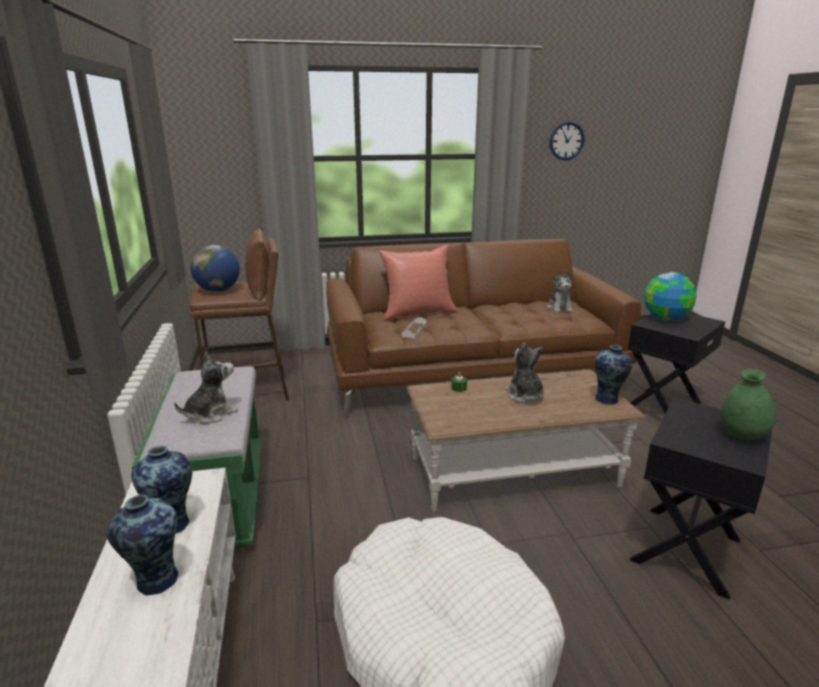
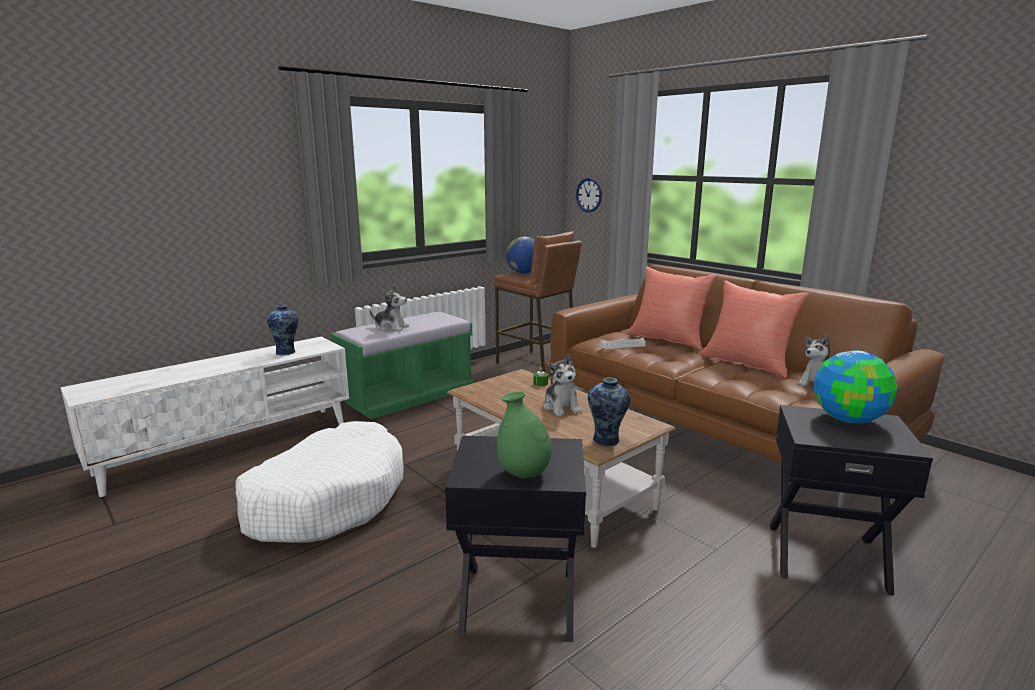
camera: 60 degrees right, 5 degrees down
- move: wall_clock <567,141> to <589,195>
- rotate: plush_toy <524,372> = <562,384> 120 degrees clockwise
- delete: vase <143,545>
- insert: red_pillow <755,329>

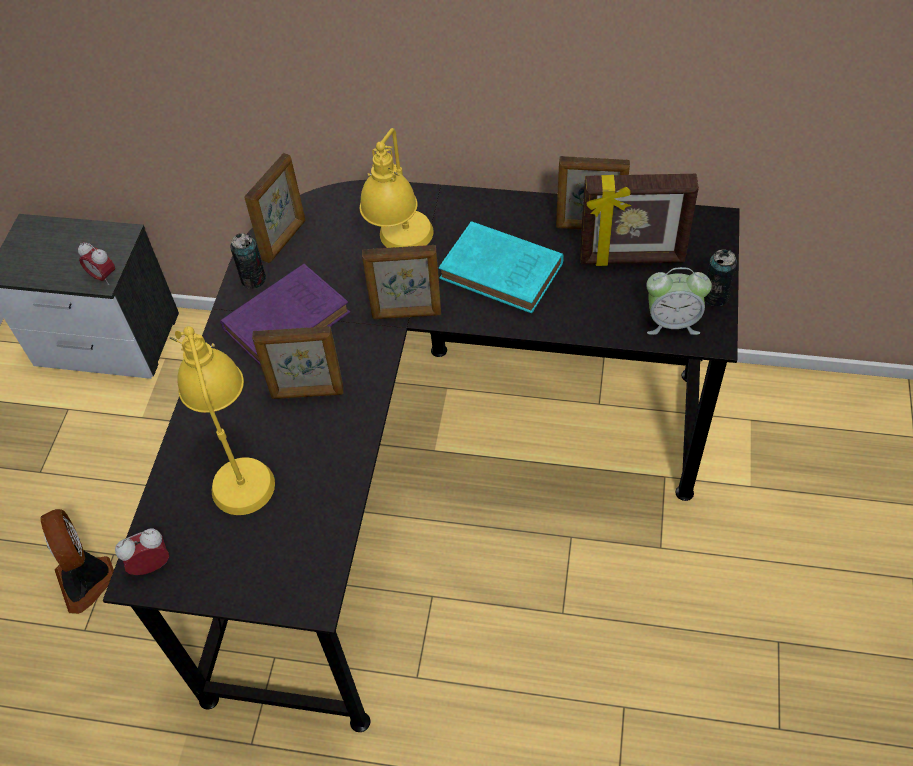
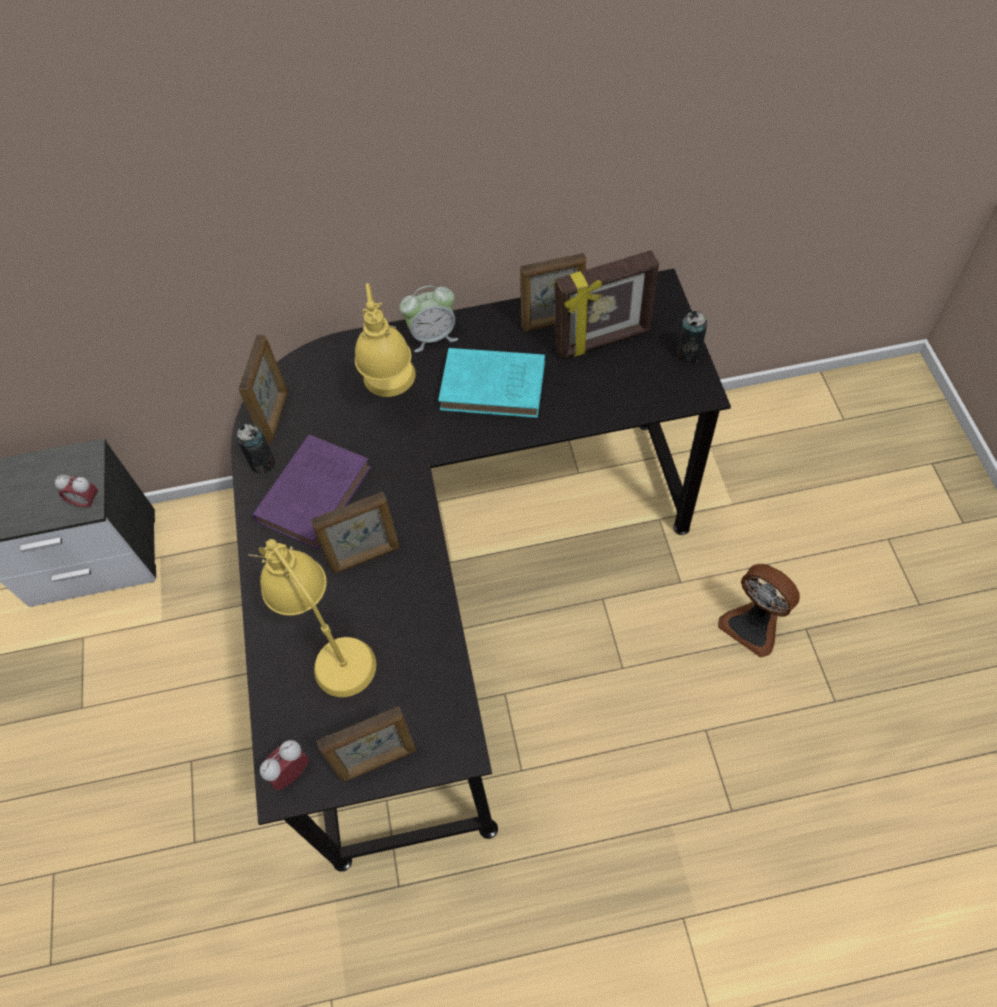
camera: 20 degrees left, 5 degrees up
- move: picture_frame <401,282> to <366,744>
- move: alarm_clock <679,301> to <429,319>
- move: fan <77,561> to <759,611>

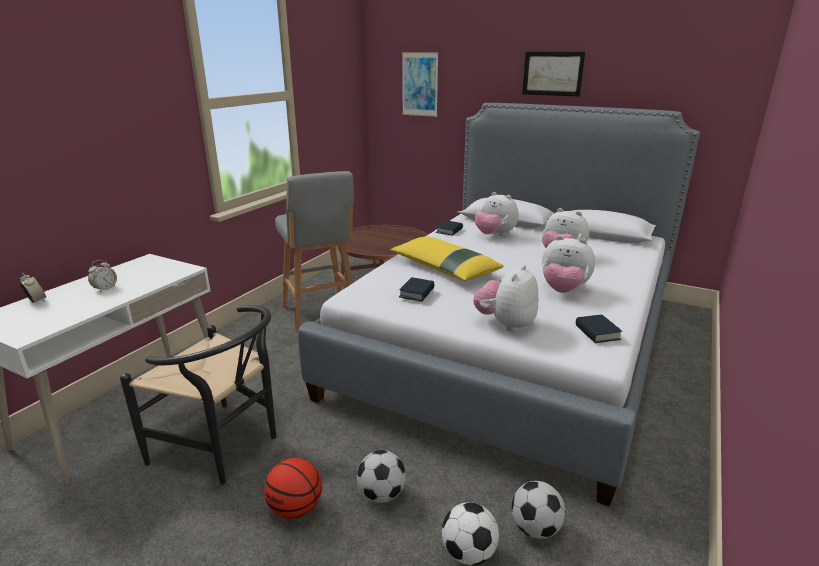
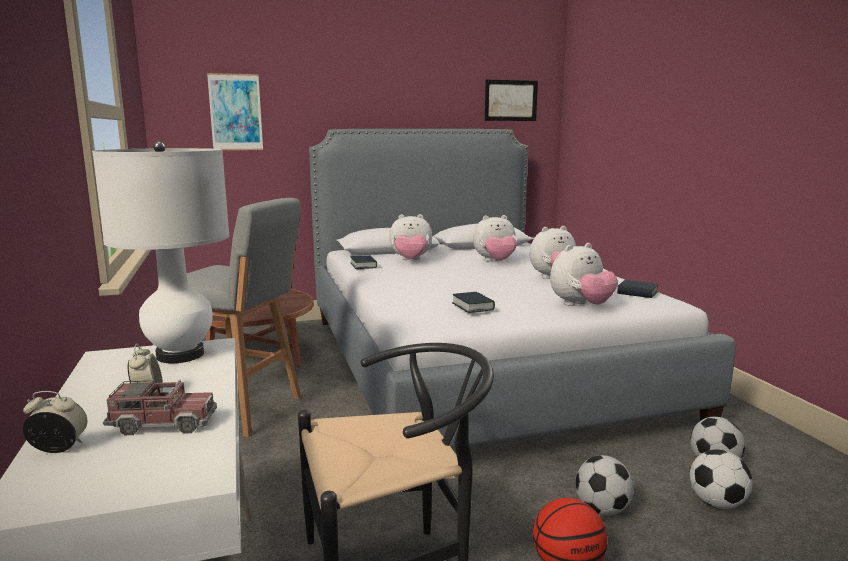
camera: 45 degrees left, 10 degrees down
- move: picture <553,74> to <511,100>
- delete: yellow_pillow <447,258>
- rotate: plush_toy <505,298> = <584,274> 105 degrees counterclockwise
- insert: white_table_lamp <160,252>
- insert: toy_truck <160,407>

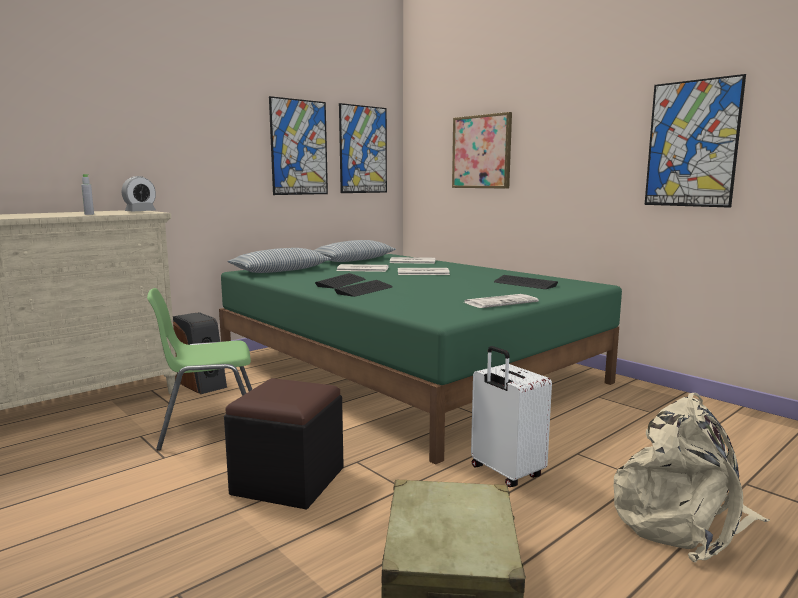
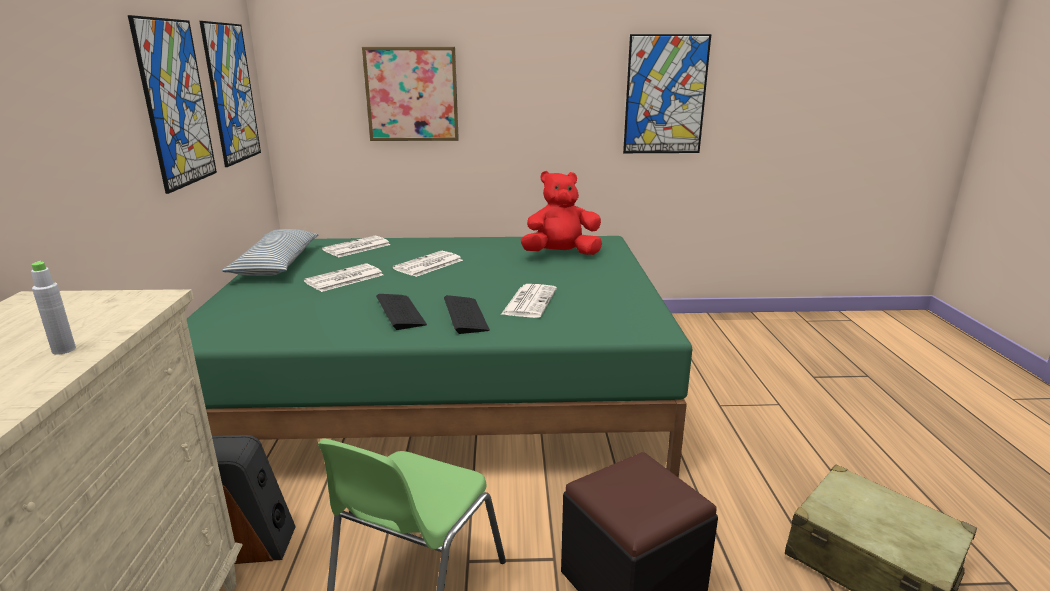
camera: 50 degrees left, 10 degrees up
- delete: alarm_clock <139,193>
- delete: pillow <279,260>
- replace: keyboard <526,282> to red_plush_toy <561,213>
- move: newspaper <501,301> to <529,301>
- delete: white_suitcase <511,416>
- delete: beige_backpack <691,477>

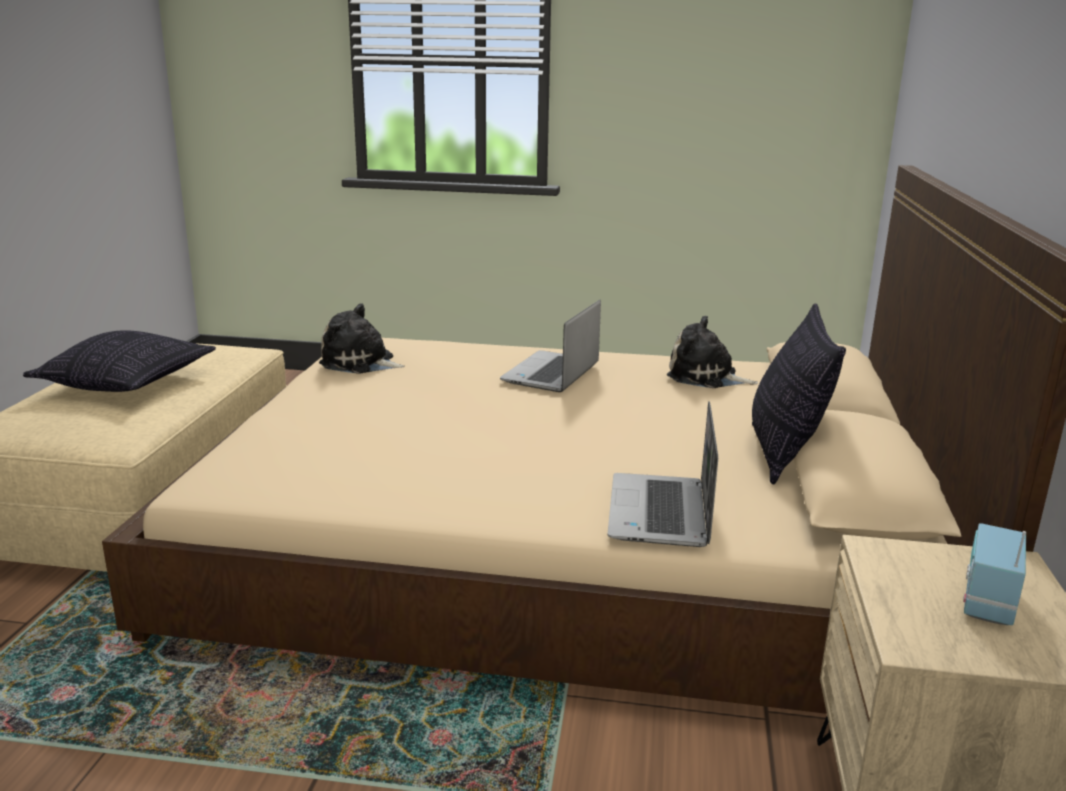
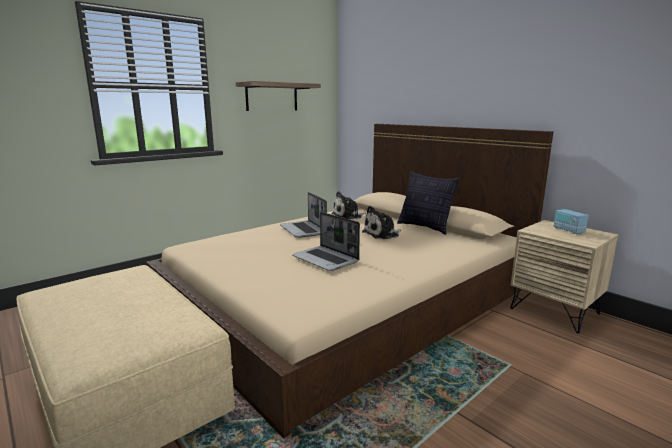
camera: 50 degrees left, 5 degrees down
- move: plush_toy <361,338> to <381,222>
- delete: pillow <119,361>
- move: laptop <663,474> to <326,241>
- insert: shelf <278,96>

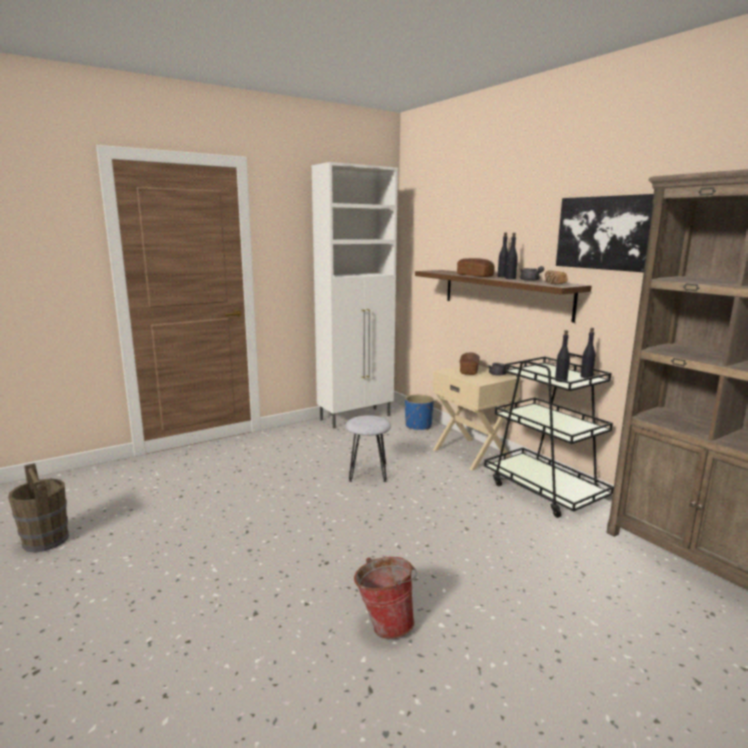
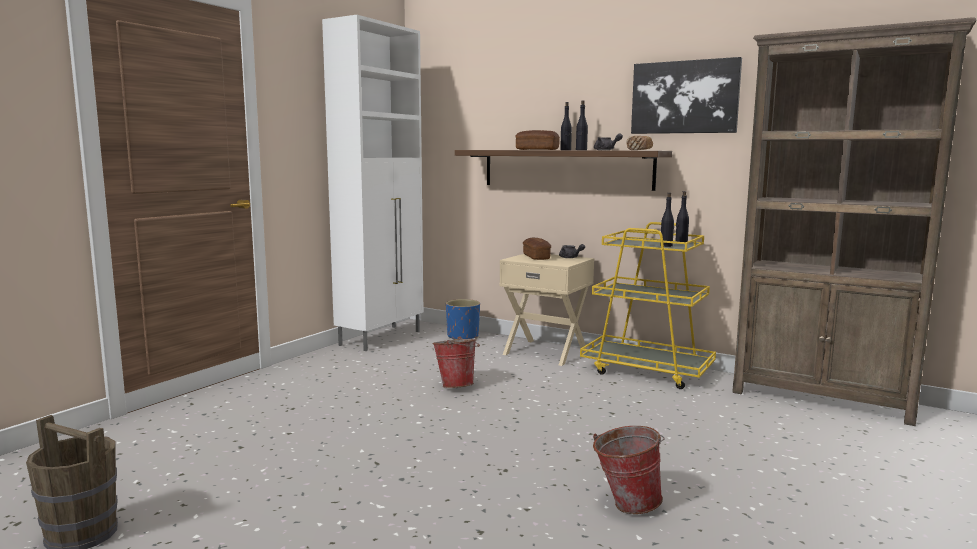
camera: 25 degrees left, 5 degrees down
- recolor: black_cart <549,435> to yellow_cart <648,305>
- replace: grey_stool <368,448> to bucket <456,362>

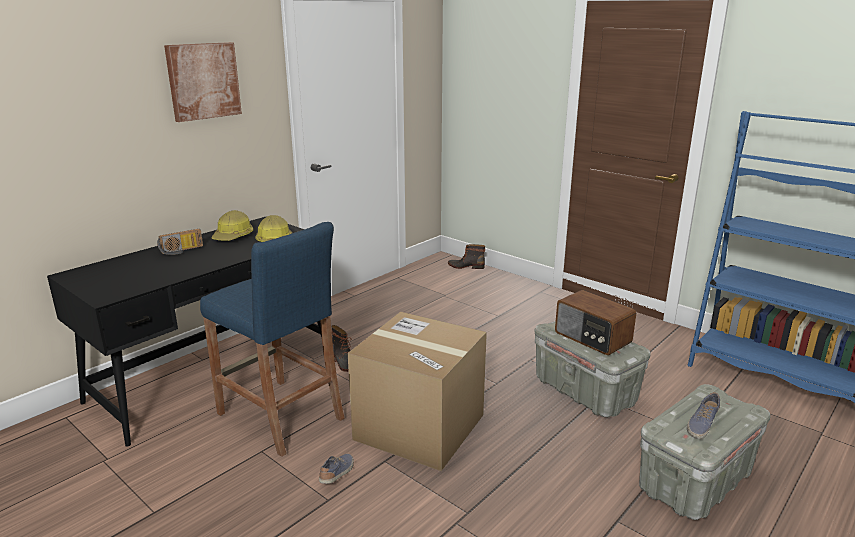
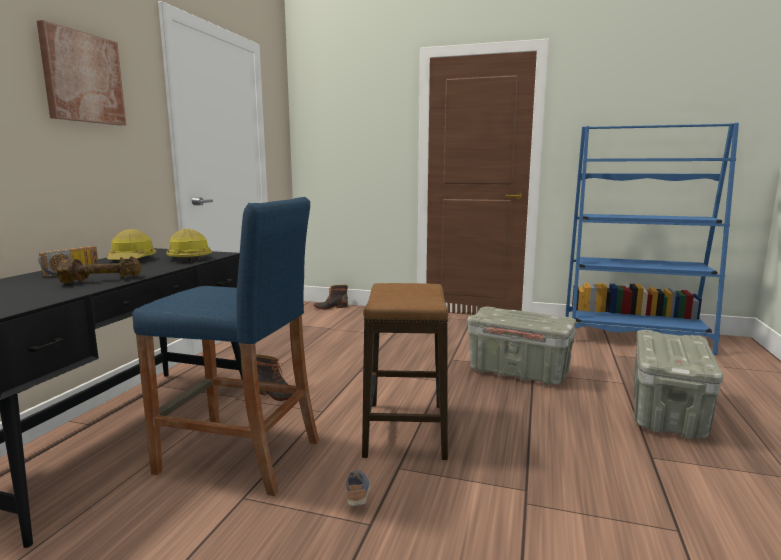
camera: 25 degrees left, 10 degrees down
- delete: radio <595,322>
- replace: cardboard_box <417,391> to stool <405,371>
- delete: shoe <703,415>
- insert: brown_dumbbell <99,270>

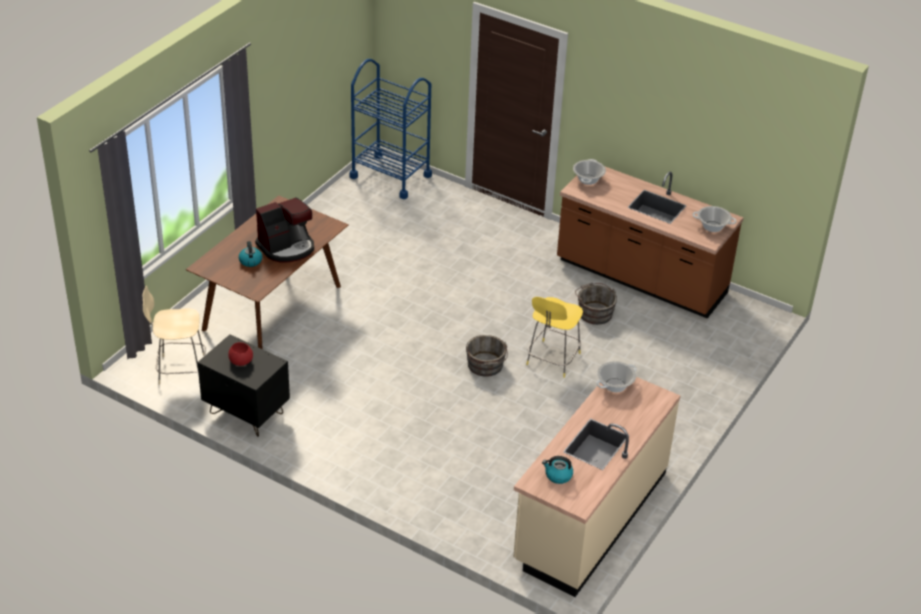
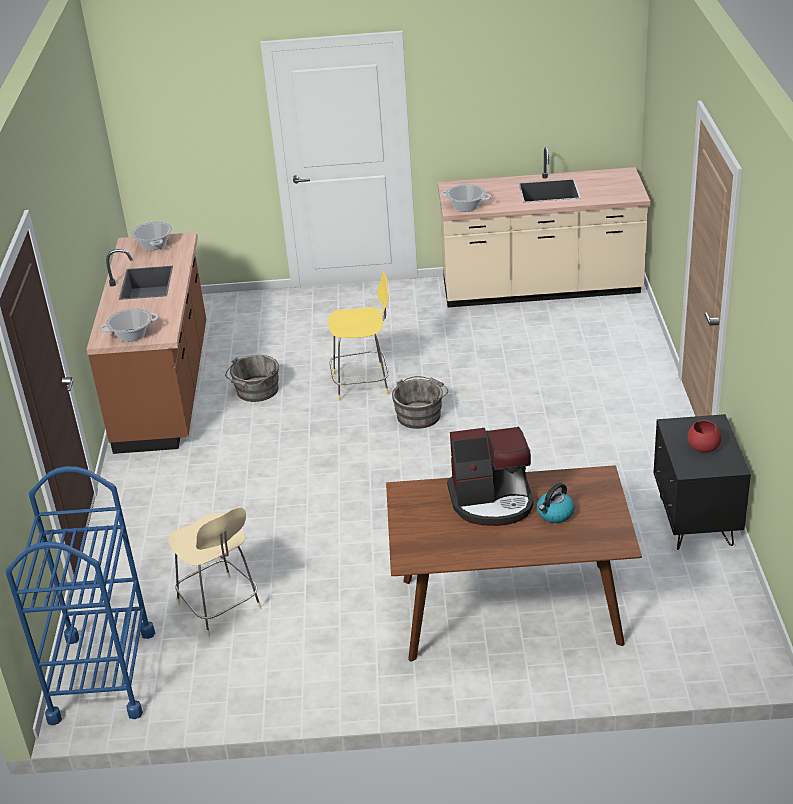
camera: 120 degrees left, 5 degrees down
- rotate: coffee_machine <284,230> = <490,476> 150 degrees clockwise
- move: beige_stool <174,335> to <214,572>
- delete: kettle <557,470>

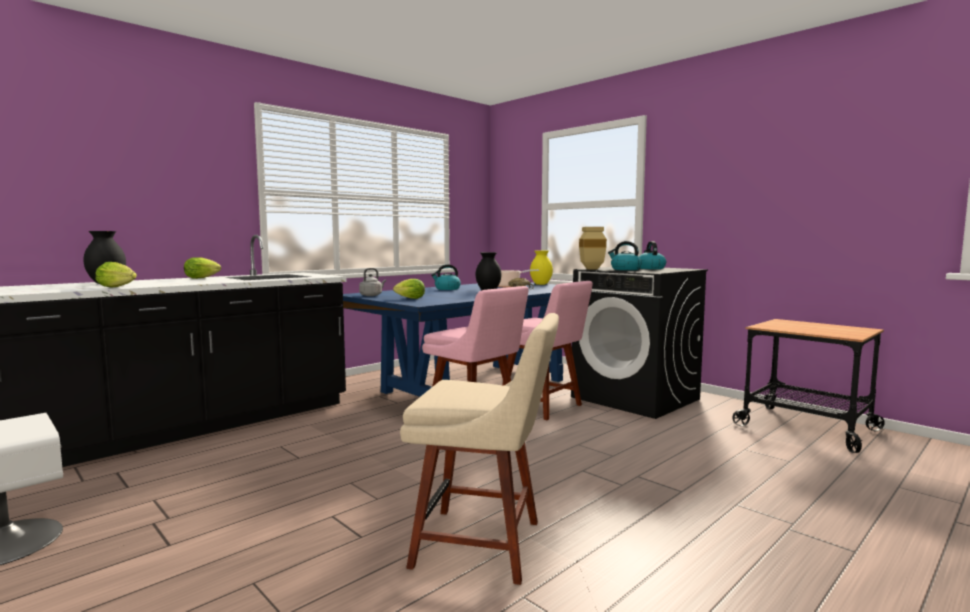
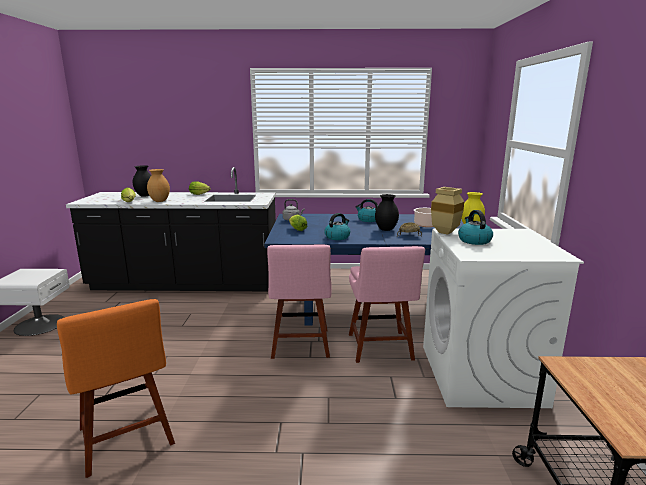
camera: 45 degrees right, 10 degrees up
- move: kettle <652,255> to <337,226>
- recolor: black_washing_machine <639,343> to white_washing_machine <503,318>
- recolor: beige_chair <479,449> to orange_chair <116,388>
- insert: brown_vase <158,185>

